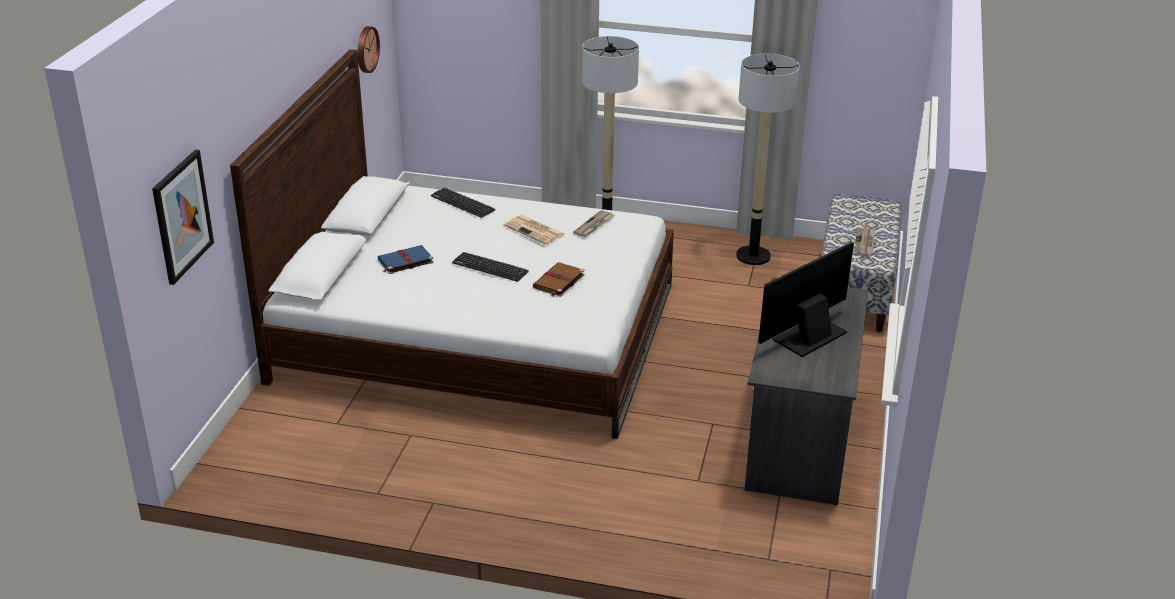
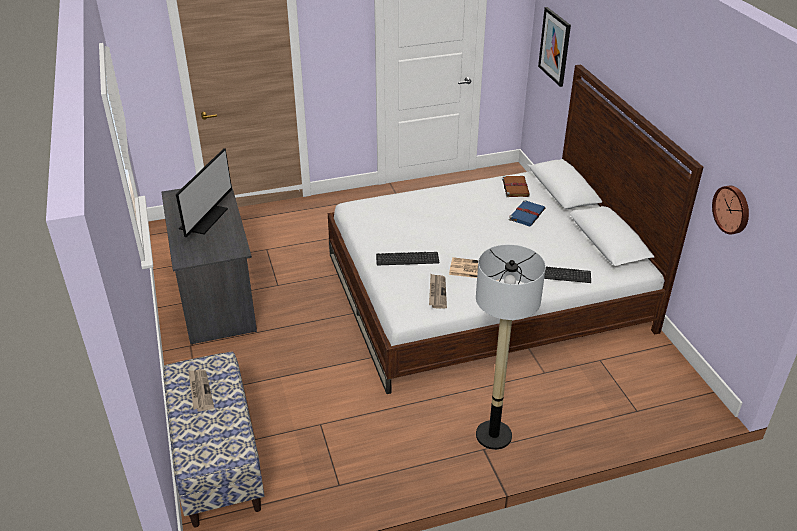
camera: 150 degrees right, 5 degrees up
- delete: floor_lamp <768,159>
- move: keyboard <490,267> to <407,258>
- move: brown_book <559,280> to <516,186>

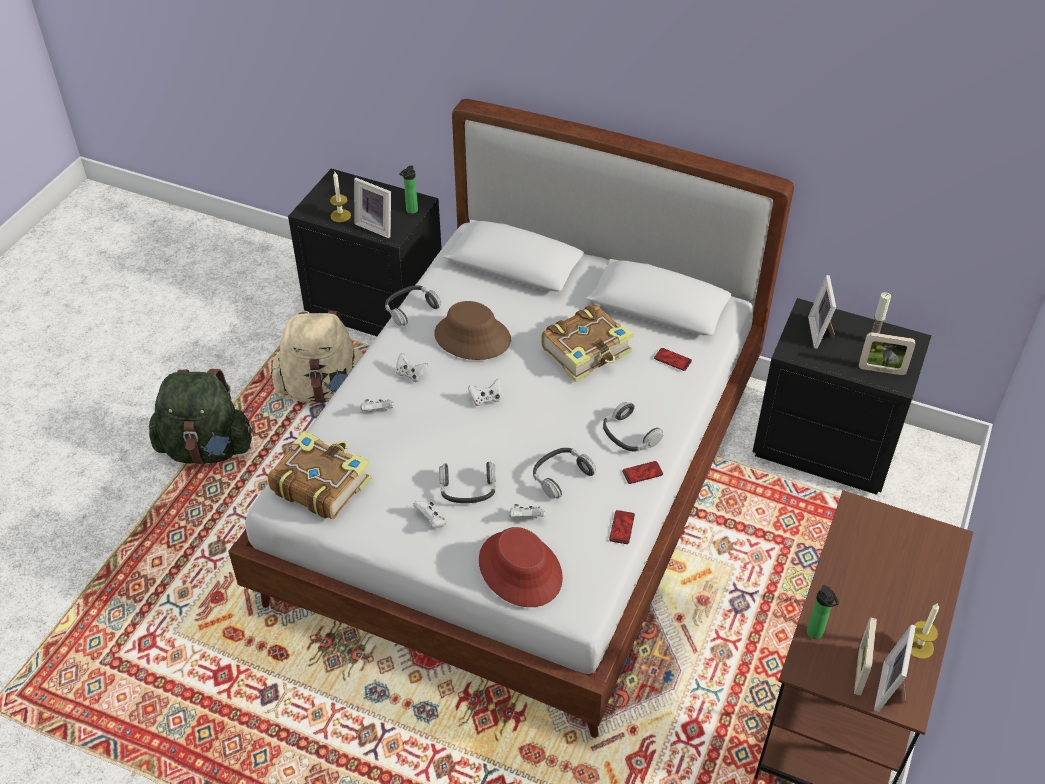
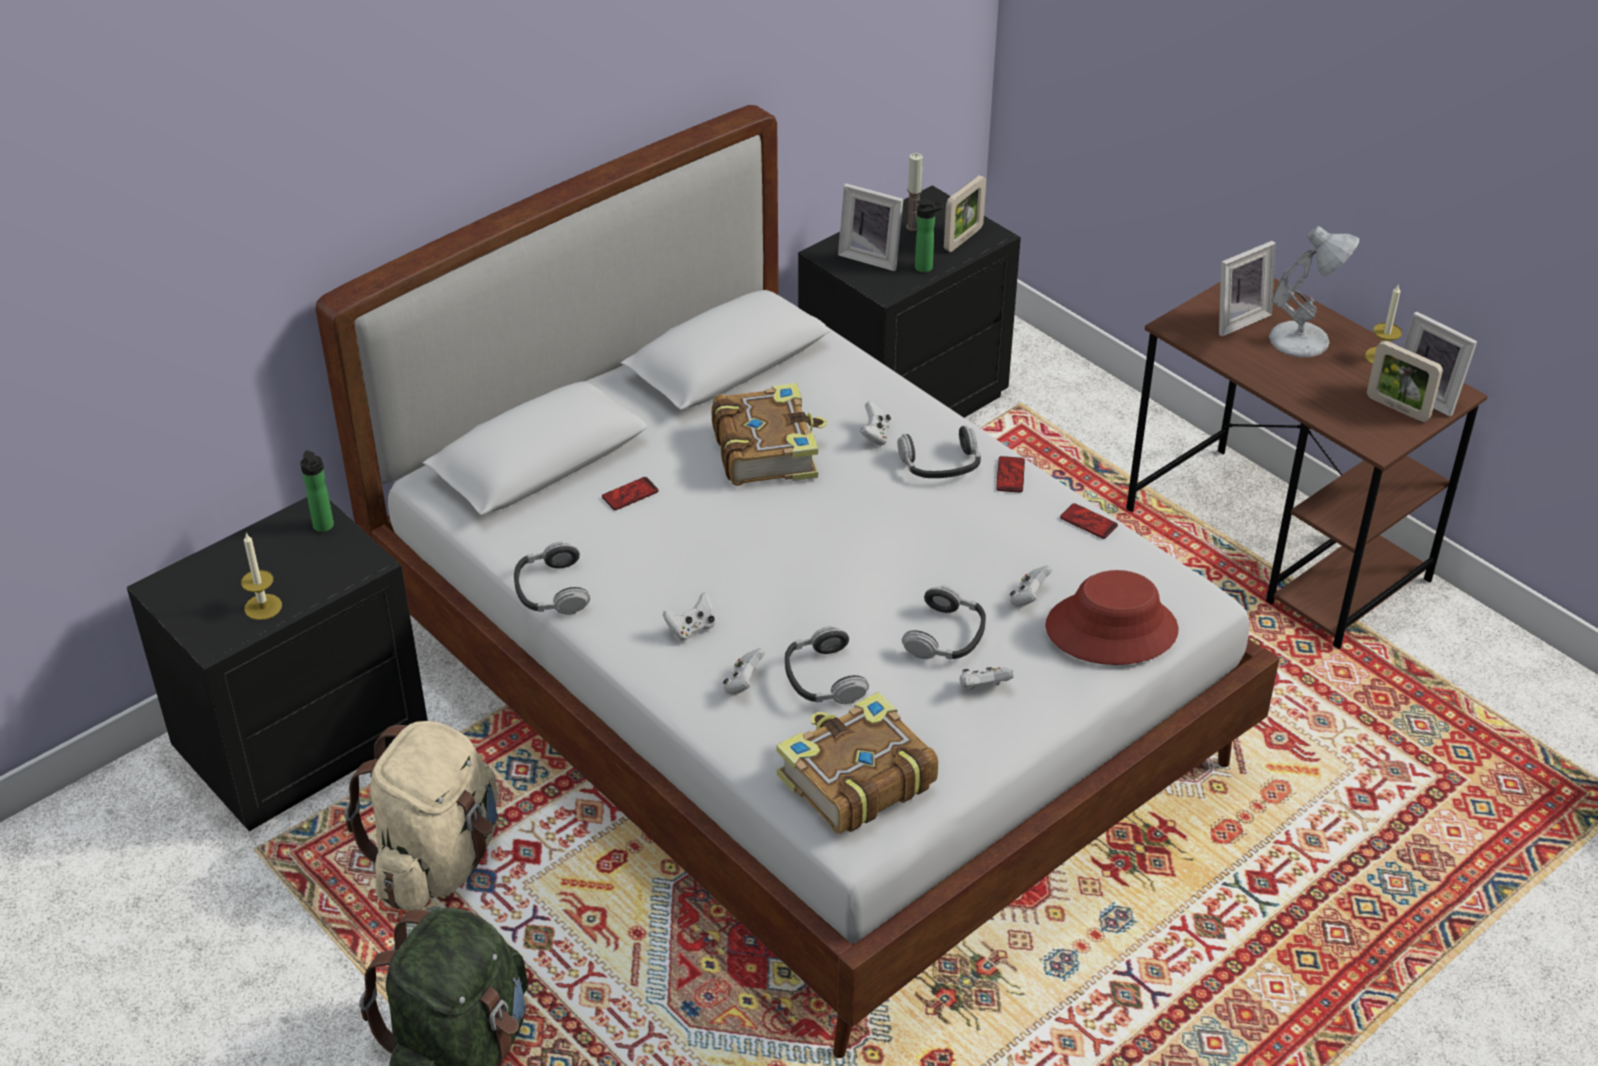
camera: 65 degrees left, 5 degrees down
- move: picture_frame <372,208> to <1247,289>
- delete: brown_hat <472,330>
- move: phone <673,359> to <630,493>
- move: white_game_controller <484,392> to <875,423>
- move: headphones <564,473> to <827,665>
- move: bottle <823,612> to <929,236>
- insert: white_table_lamp <1314,291>

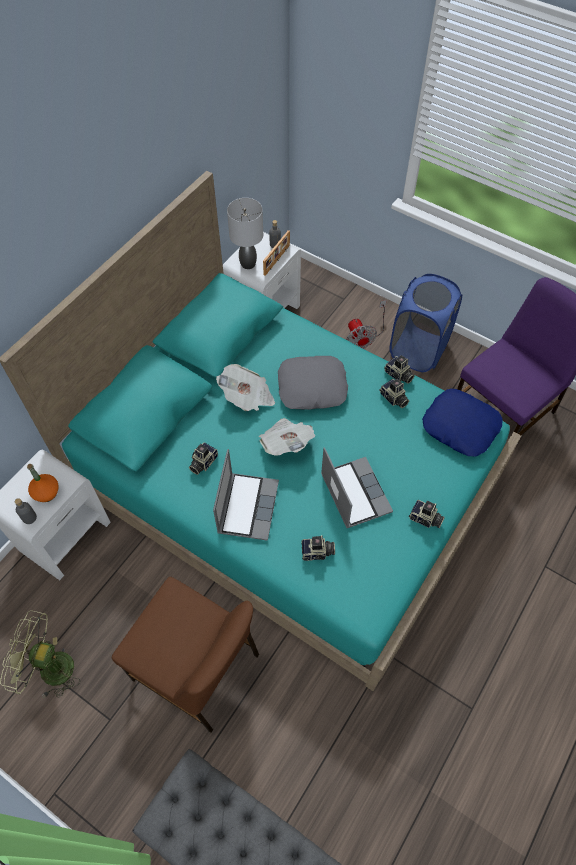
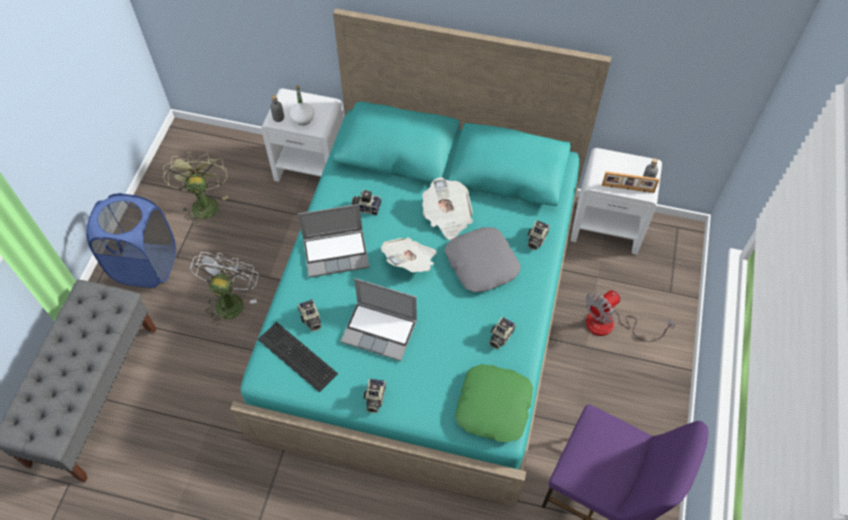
camera: 70 degrees right, 0 degrees up
- delete: grey_table_lamp <245,233>
- move: blue_laundry_basket <425,323> to <131,240>
- move: photo_camera <399,369> to <538,235>
- recolor: blue_pillow <462,423> to green_pillow <494,403>
- rotate: laptop <357,487> = <378,319> 60 degrees clockwise
- recolor: orange_bottle <43,483> to white_bottle <302,105>
- replace: brown_chair <185,655> to white_fan <224,289>
- insert: keyboard <298,357>

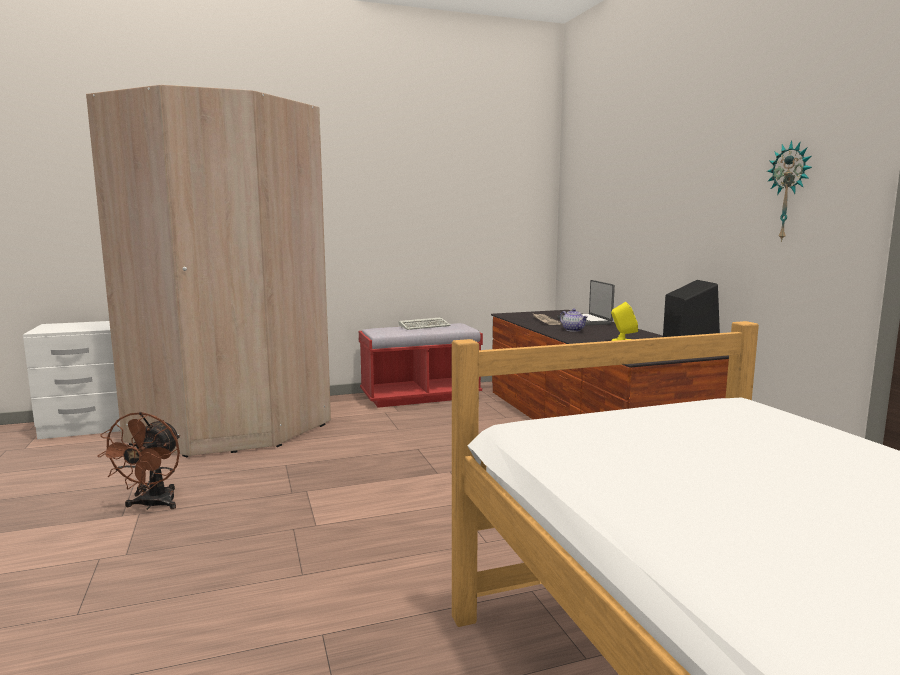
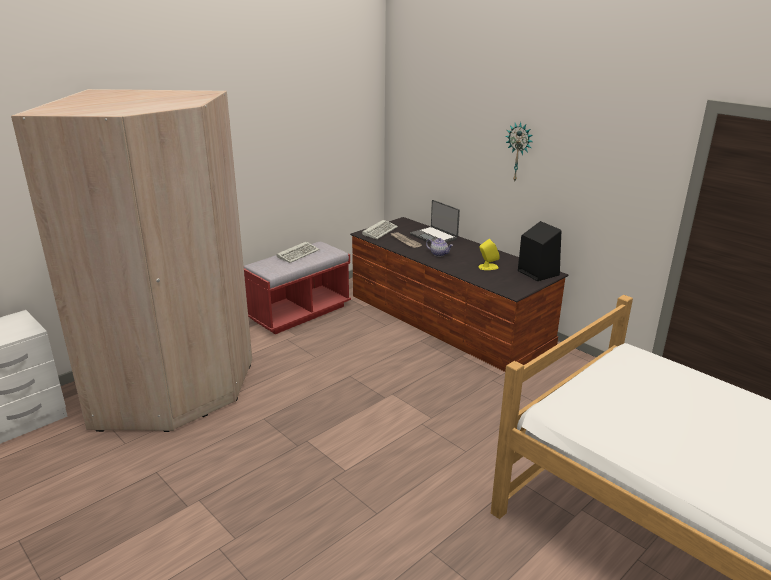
camera: 25 degrees left, 15 degrees up
- move: wall_clock <789,191> to <519,151>
- delete: brown_fan <138,461>
- insert: keyboard <380,229>

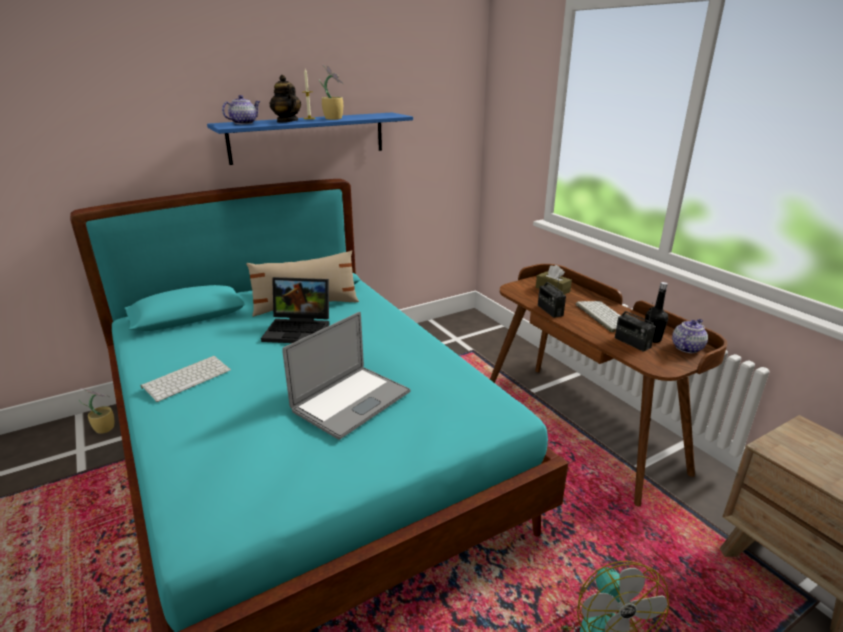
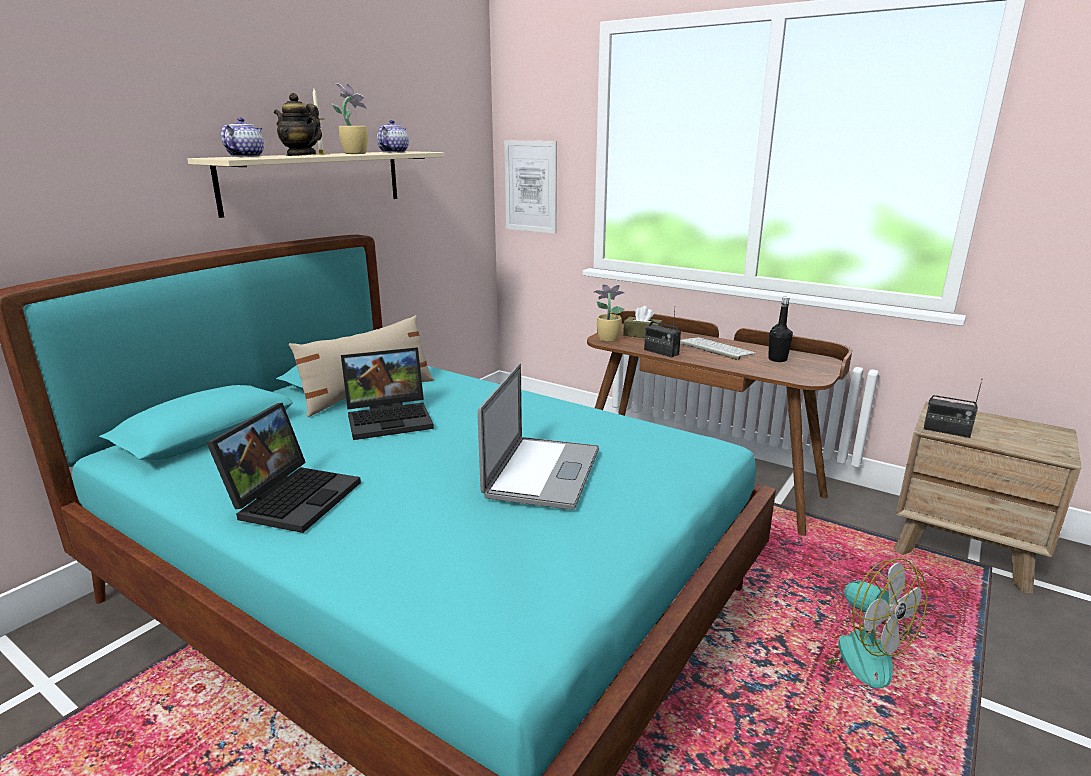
camera: 25 degrees left, 5 degrees down
- recolor: blue_shelf <310,138> to beige_shelf <316,184>
- move: radio <635,327> to <953,408>
- move: teapot <690,336> to <393,136>
- replace: keyboard <186,379> to laptop <283,468>
- move: potted_plant <96,411> to <609,313>
- insert: picture <530,187>

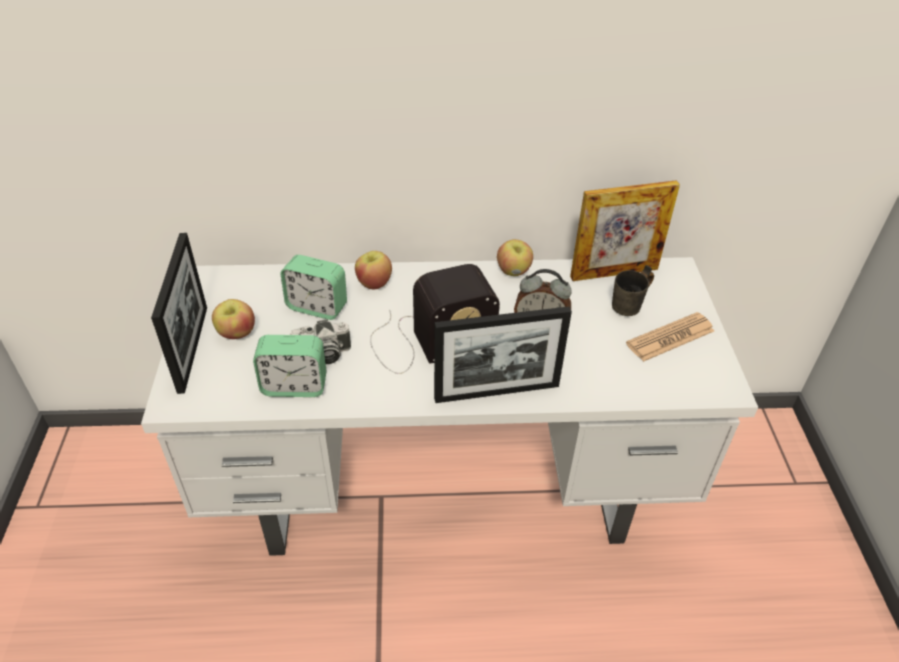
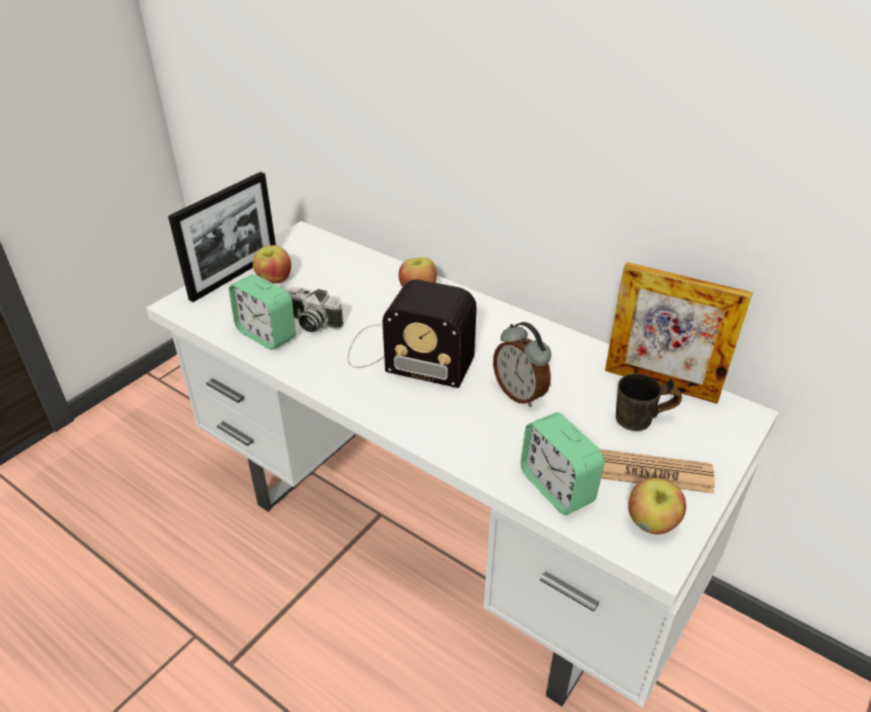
camera: 40 degrees right, 5 degrees down
- move: apple <515,257> to <657,506>
- move: alarm_clock <313,287> to <563,464>
- delete: picture_frame <503,354>

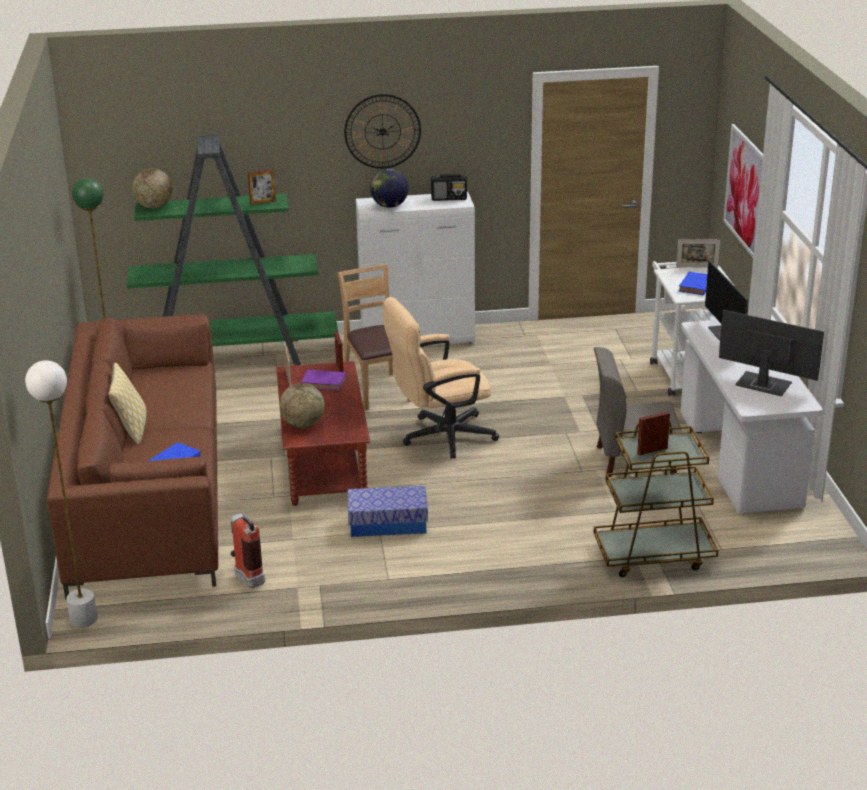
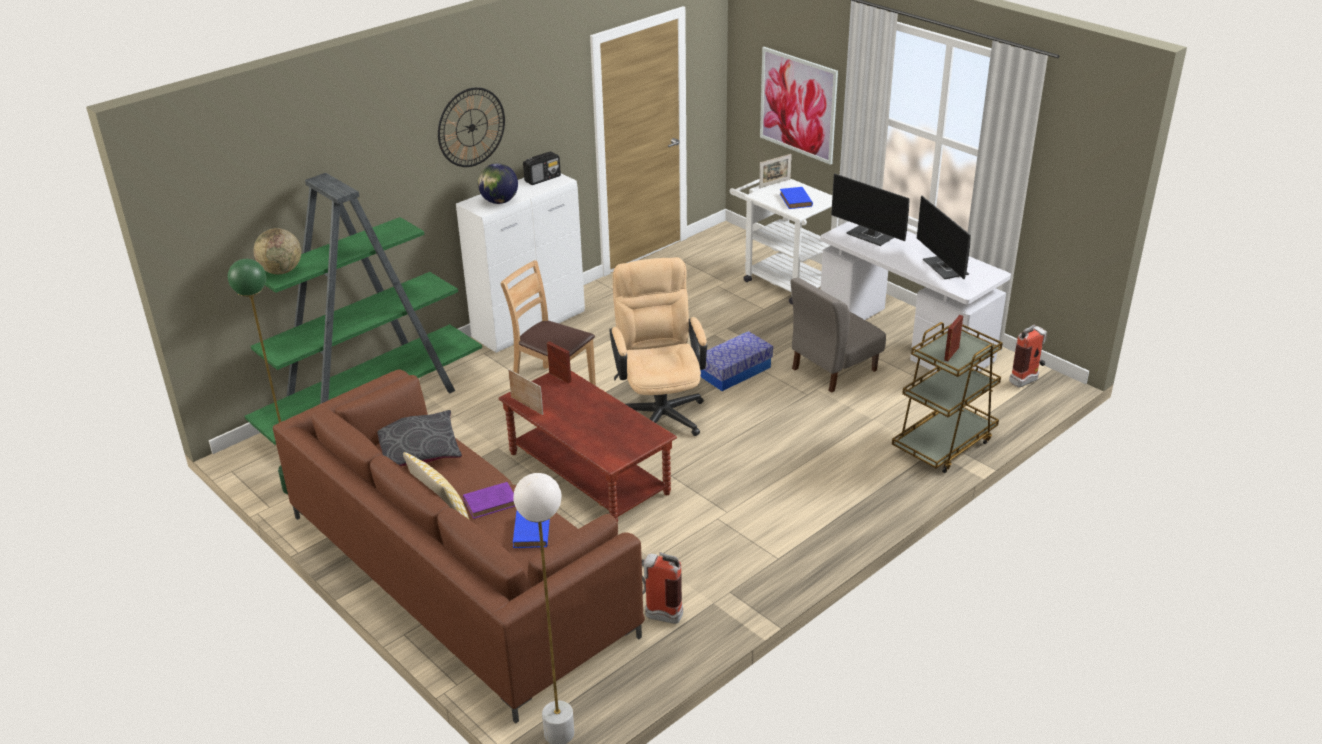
camera: 35 degrees left, 5 degrees up
- delete: picture_frame <262,187>
- rotate: beige_office_chair <441,378> = <658,346> 135 degrees clockwise
- rotate: monitor <771,353> = <944,237> 105 degrees counterclockwise
- move: purple_book <323,380> to <489,500>
- delete: globe <302,405>
- move: storage_box <387,511> to <736,361>
- insert: fire_extinguisher <1028,356>
- insert: grey_pillow <419,438>

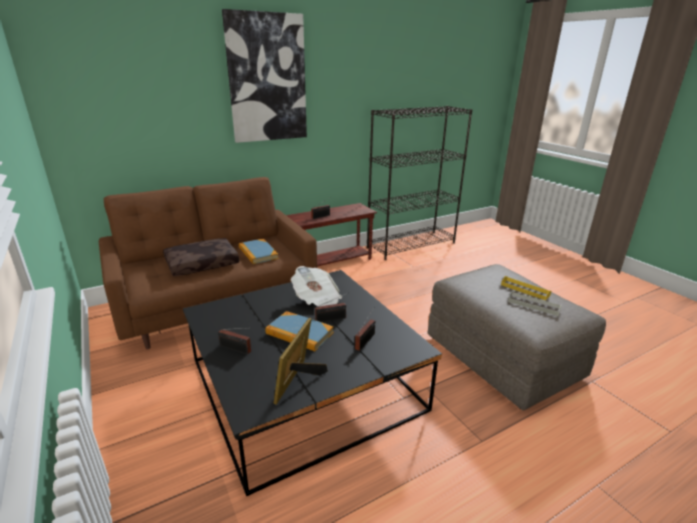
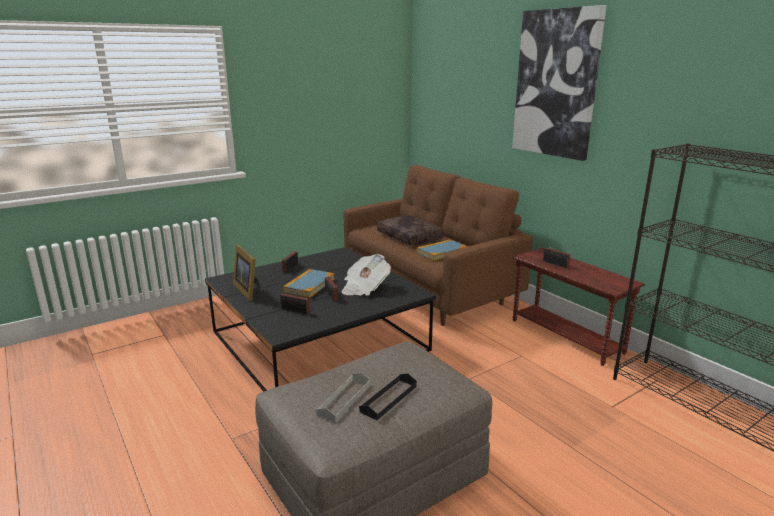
camera: 85 degrees right, 5 degrees down
- recolor: yellow_tray <526,288> to black_tray <388,397>
- rotate: picture_frame <301,361> = <245,272> 135 degrees counterclockwise

